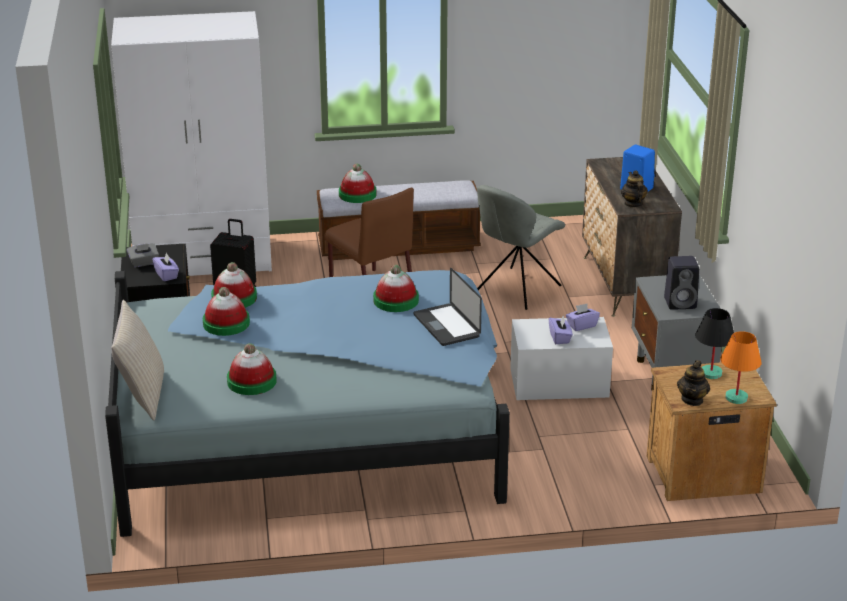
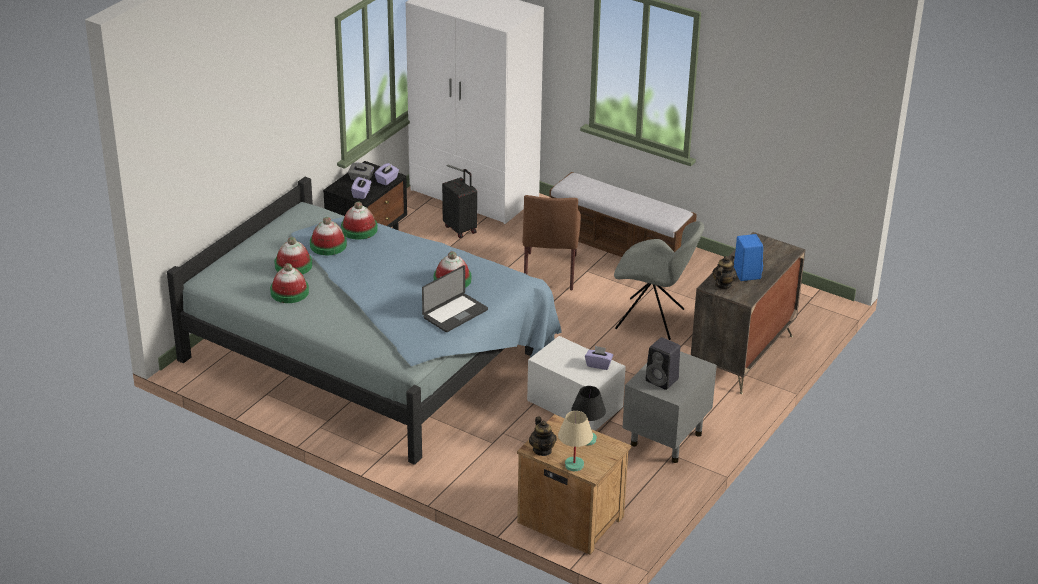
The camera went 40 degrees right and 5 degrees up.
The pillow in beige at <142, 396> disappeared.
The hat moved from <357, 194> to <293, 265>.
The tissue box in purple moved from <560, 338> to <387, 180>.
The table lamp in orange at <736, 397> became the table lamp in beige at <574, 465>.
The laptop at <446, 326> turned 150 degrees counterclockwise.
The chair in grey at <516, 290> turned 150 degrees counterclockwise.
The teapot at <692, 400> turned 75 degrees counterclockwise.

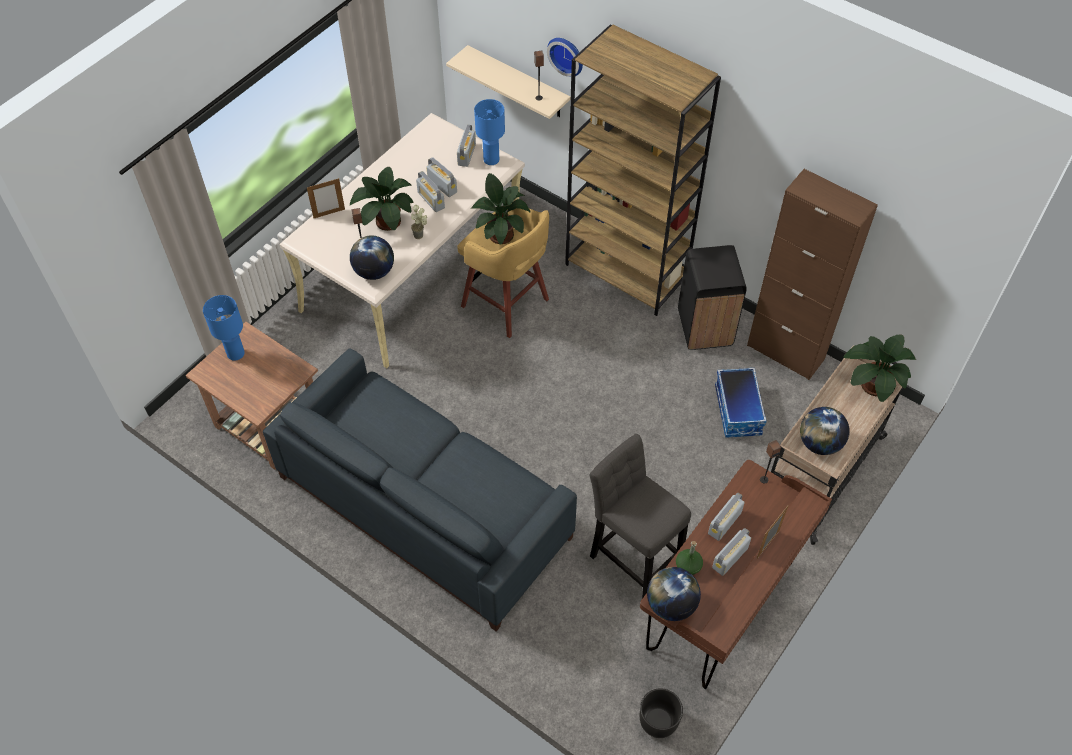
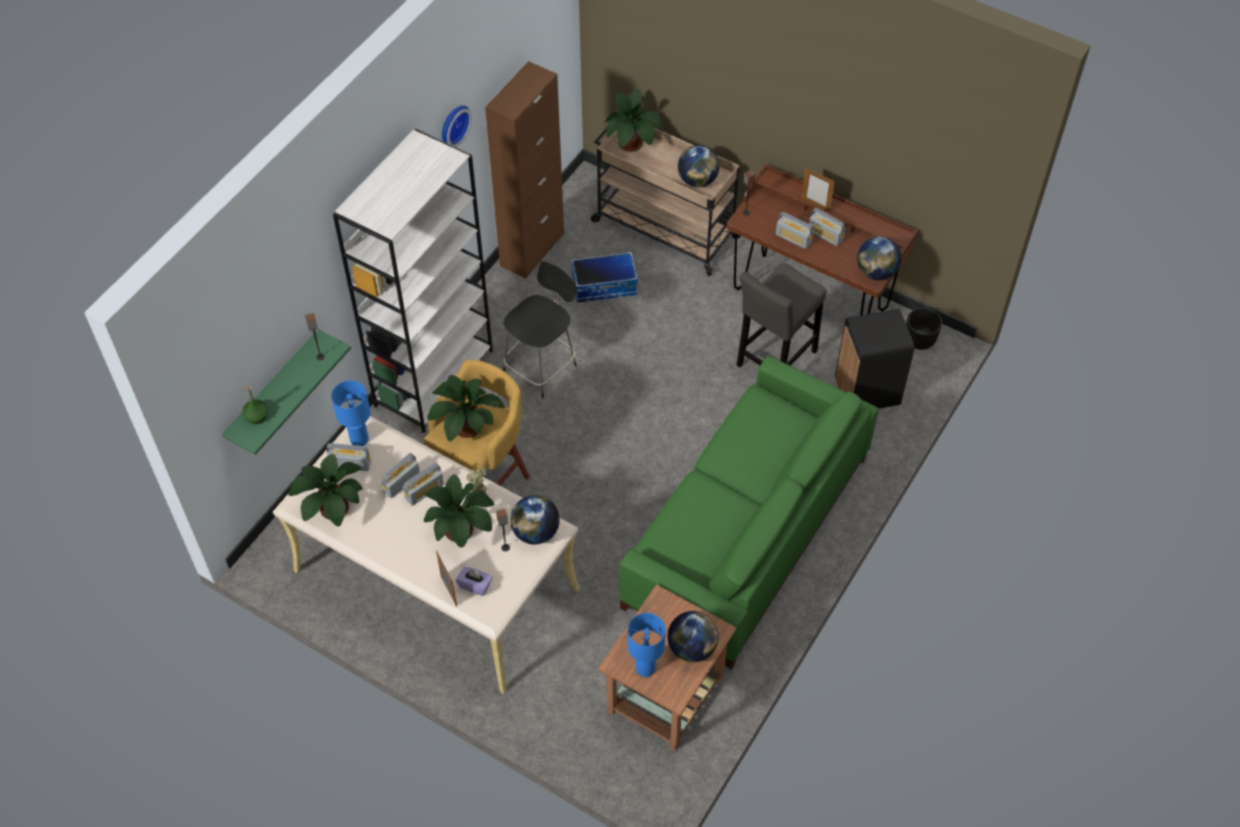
The camera went 95 degrees left and 0 degrees up.
The potted plant at <332, 509> appeared.
The tissue box in purple at <475, 585> appeared.
The chair in black at <541, 366> appeared.
The globe at <692, 648> appeared.
The wall clock moved from <567, 55> to <452, 125>.
The bottle in green moved from <688, 566> to <257, 416>.
The trash can in black moved from <704, 328> to <867, 392>.
The sofa in blue at <424, 505> became the sofa in green at <745, 531>.
The shelf in beige at <518, 82> became the shelf in green at <274, 391>.
The bookcase in brown at <627, 272> became the bookcase in white at <434, 377>.

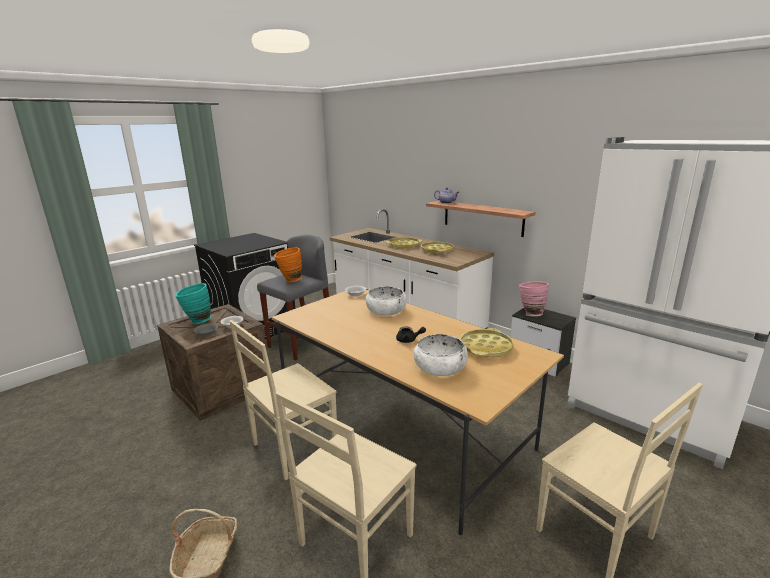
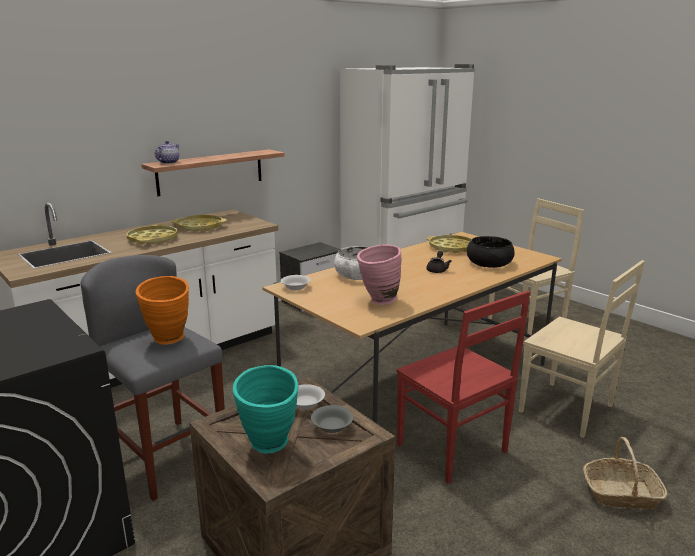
The camera went 85 degrees left and 0 degrees up.
The vase in pink moved from <530, 313> to <378, 301>.
The chair in beige at <292, 448> became the chair in red at <453, 450>.
The bowl in white at <440, 367> became the bowl in black at <489, 263>.

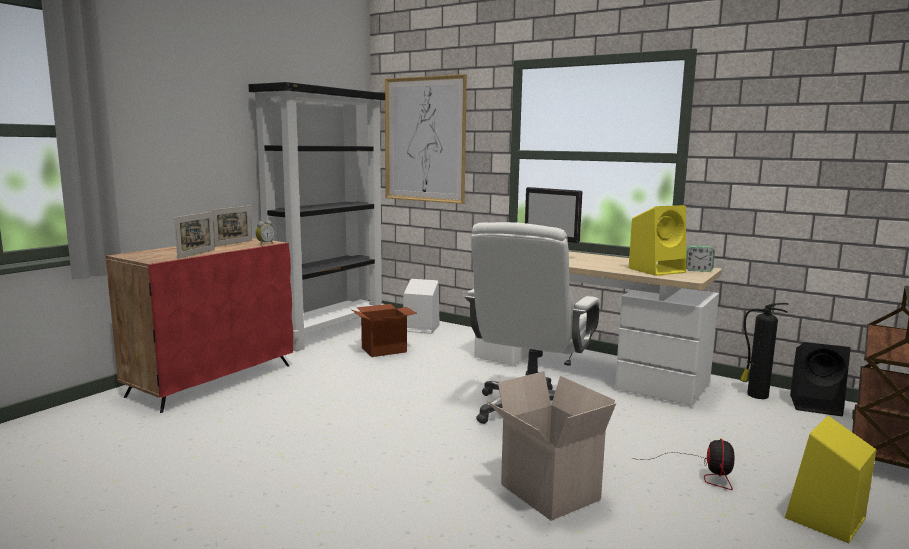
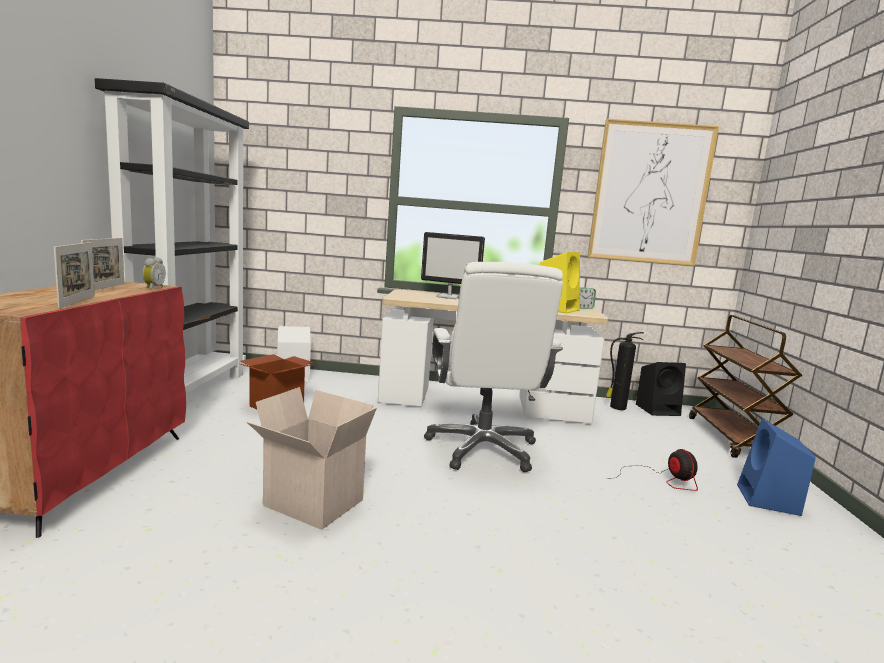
The camera went 30 degrees left and 0 degrees up.
The picture moved from <424, 139> to <650, 194>.
The cardboard box moved from <546, 492> to <310, 503>.
The speaker in yellow at <825, 520> became the speaker in blue at <768, 500>.

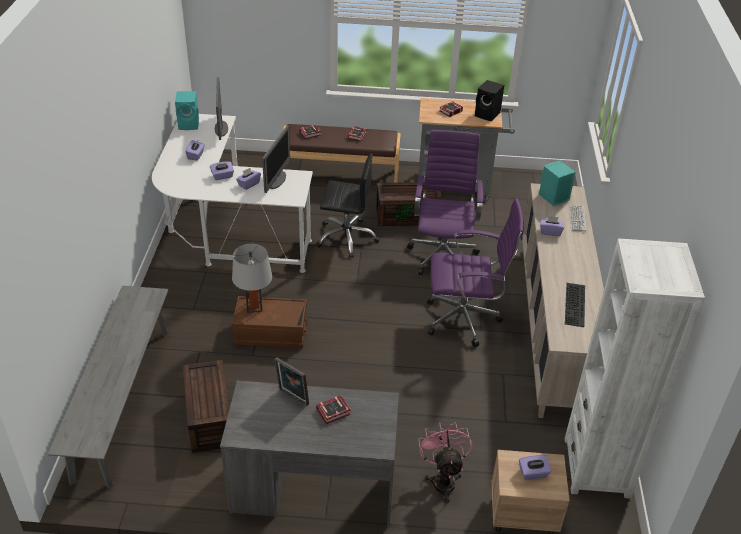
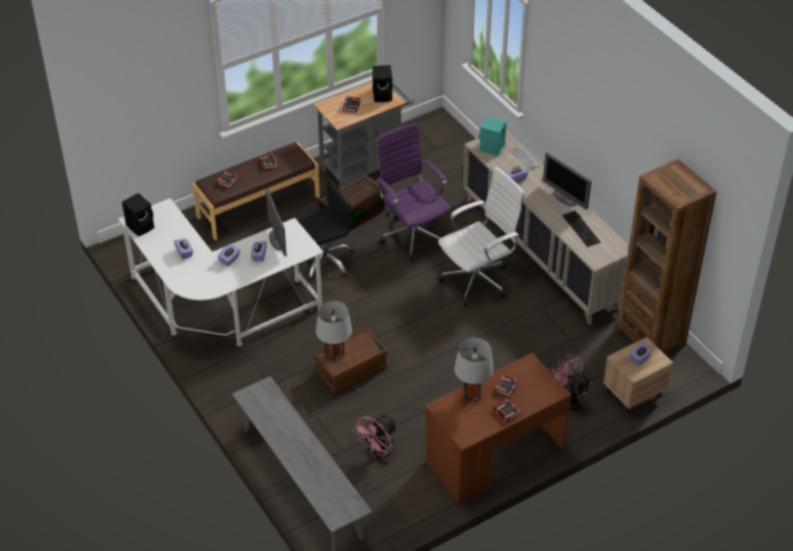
The camera went 35 degrees left and 5 degrees up.
The book at <507, 411> appeared.
The monitor moved from <221, 129> to <565, 198>.
The storage box in brown at <210, 419> was replaced by the fan in pink at <378, 455>.
The picture frame at <292, 398> was replaced by the table lamp in grey at <472, 394>.
The speaker in turquoise at <189, 124> became the speaker in black at <141, 226>.
The desk in grey at <313, 488> became the desk in brown at <494, 456>.
The office chair in purple at <465, 320> became the office chair in white at <478, 280>.
The bookcase in white at <597, 467> became the bookcase in brown at <651, 337>.

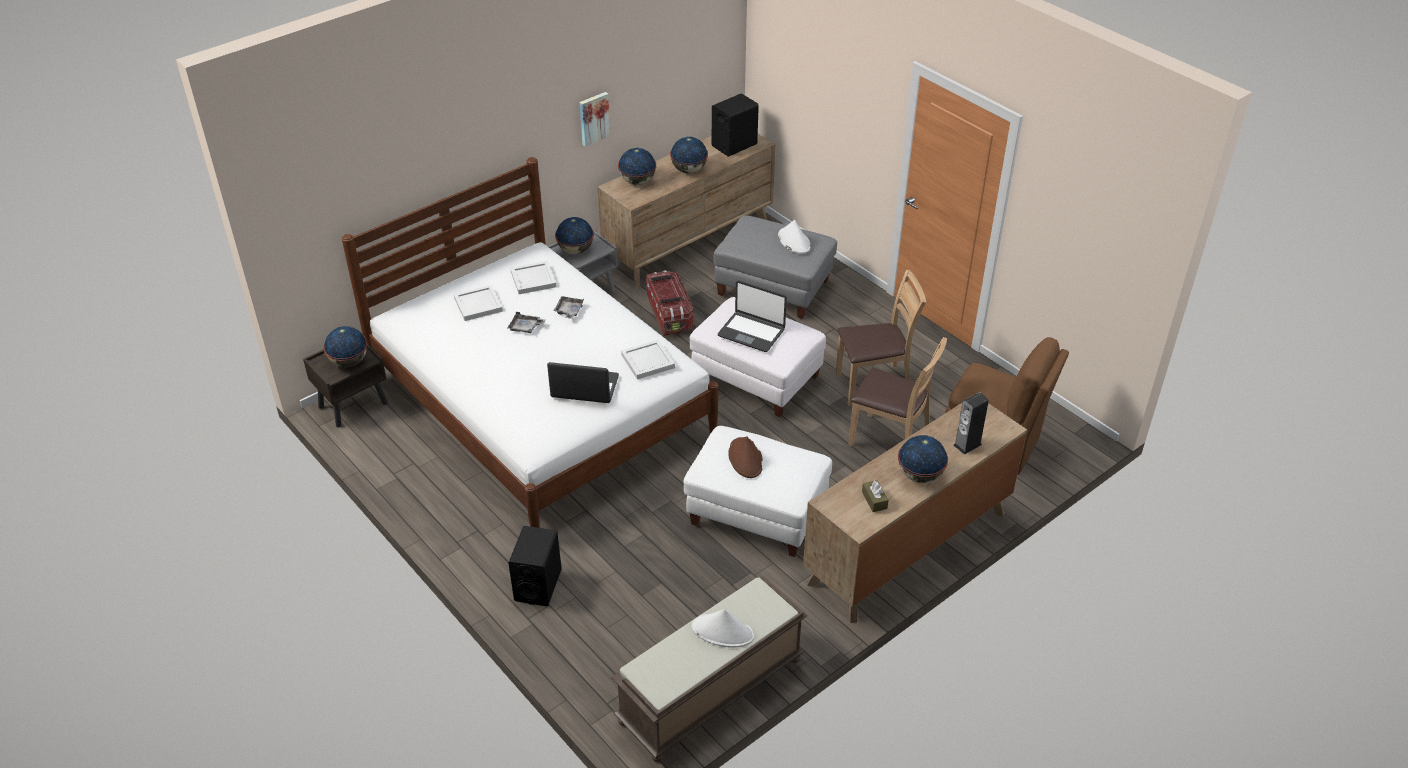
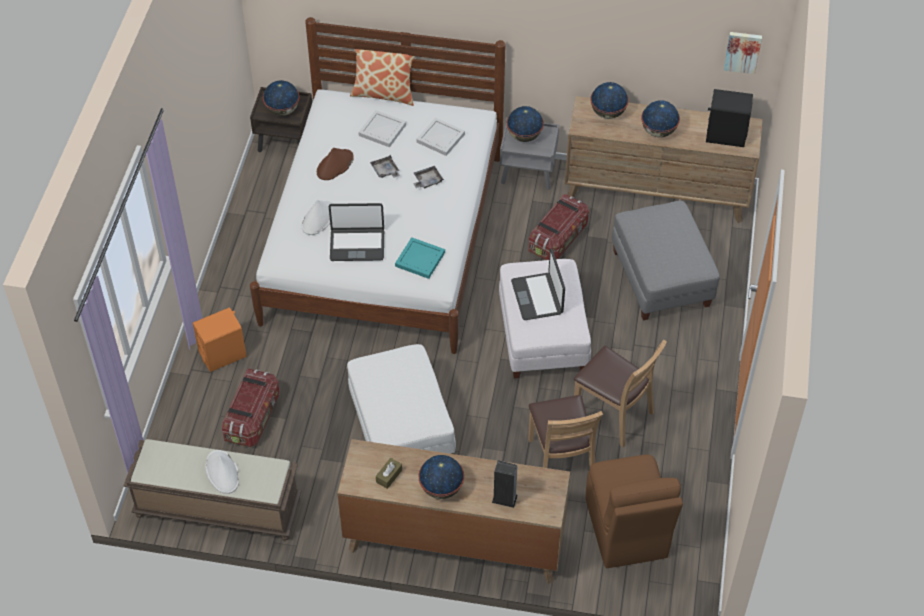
The camera went 50 degrees right and 10 degrees up.
The storage box at <253, 417> appeared.
The pillow at <384, 93> appeared.
The picture moved from <593, 118> to <742, 51>.
The hat in brown moved from <745, 458> to <335, 165>.
The hat in white moved from <793, 241> to <318, 218>.
The speaker in black at <538, 585> became the speaker in orange at <223, 354>.
The tray in white at <648, 360> became the tray in turquoise at <421, 259>.
The laptop at <584, 388> turned 120 degrees clockwise.

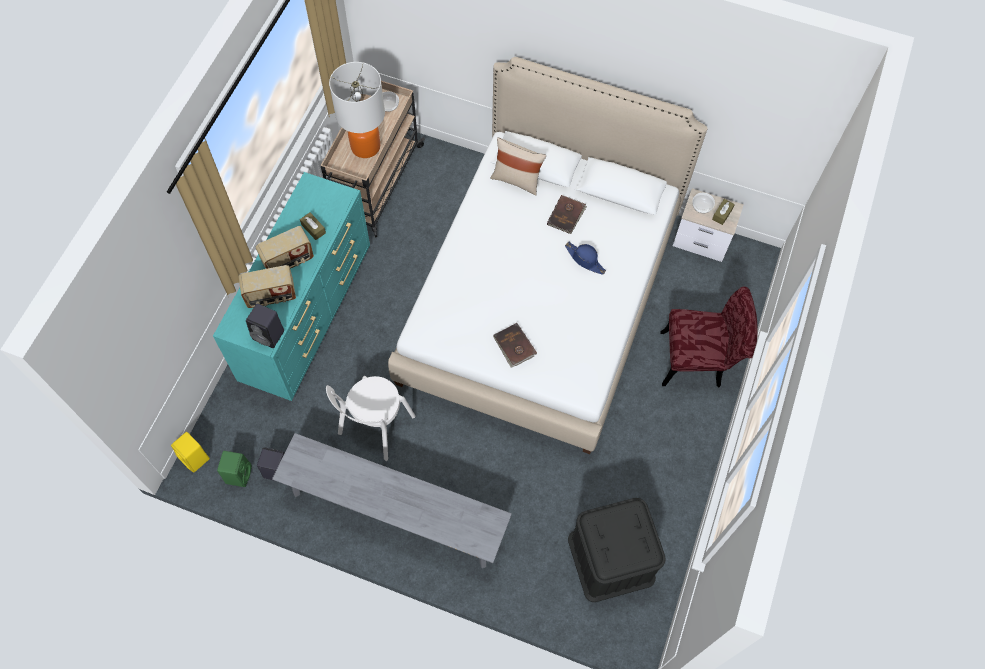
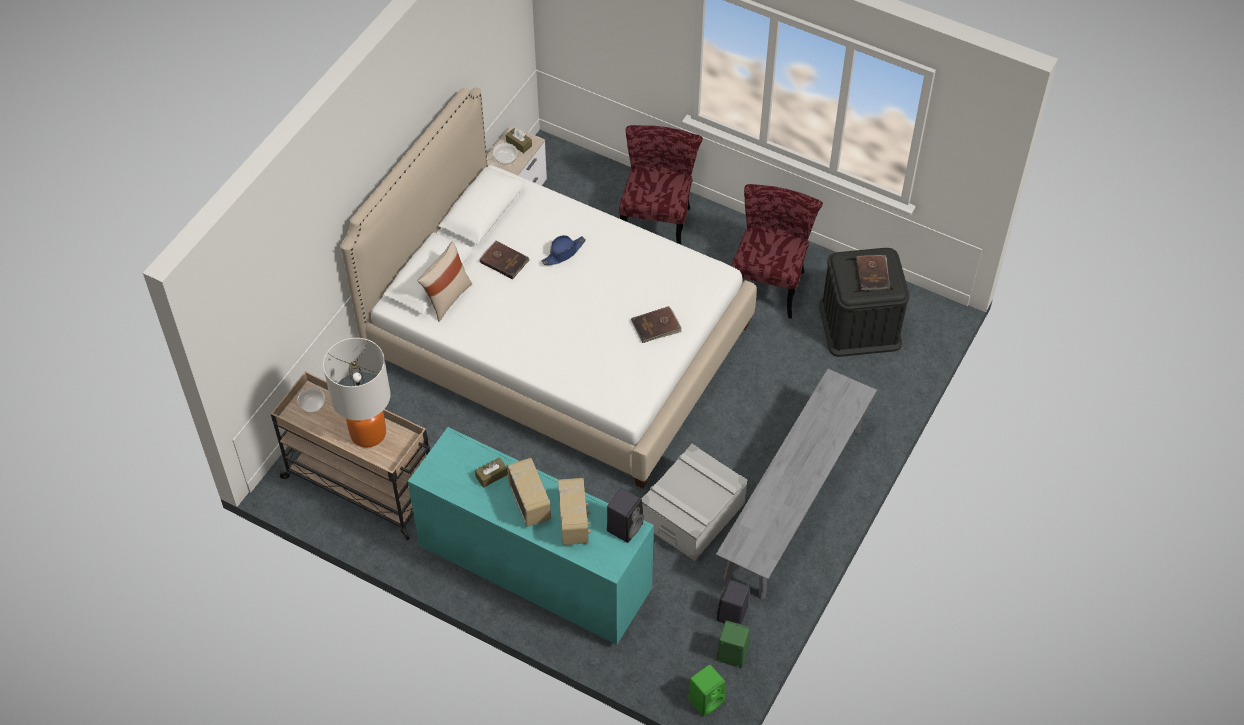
The camera went 80 degrees left and 10 degrees down.
The chair in red at <769, 280> appeared.
The book in brown at <873, 274> appeared.
The chair in white at <374, 427> was replaced by the storage box in grey at <692, 514>.
The speaker in yellow at <195, 459> became the speaker in green at <707, 699>.

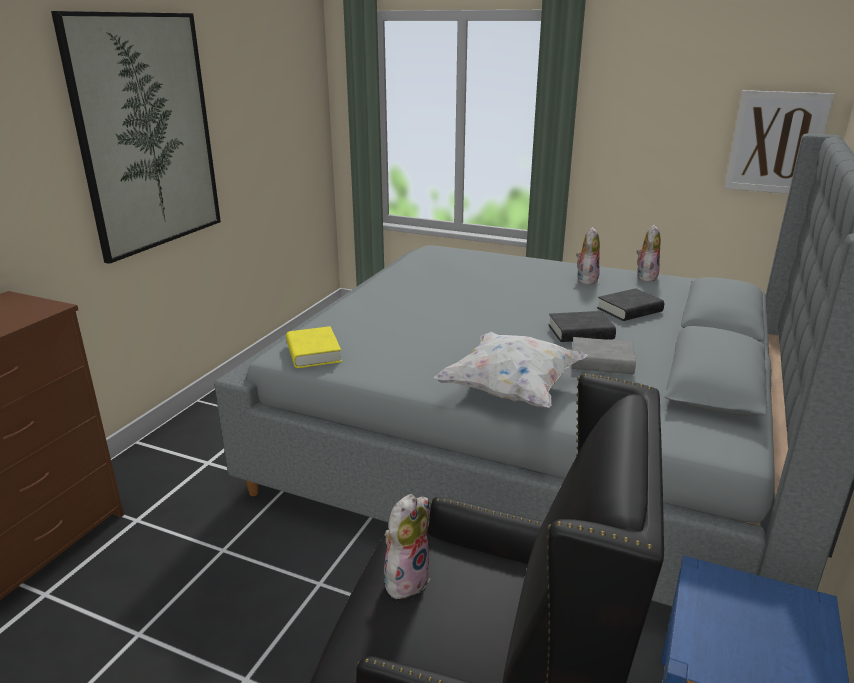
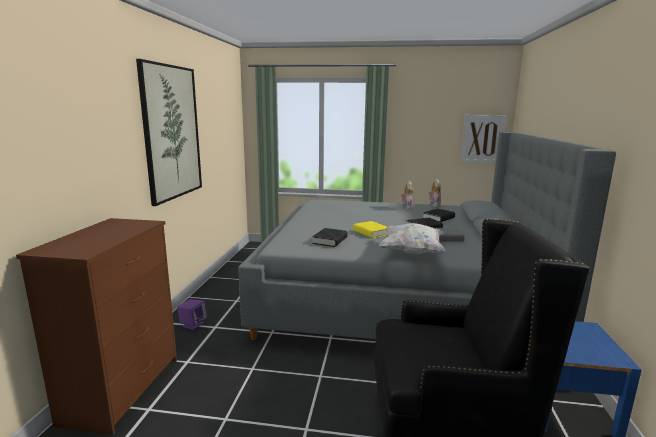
The camera went 15 degrees left and 10 degrees down.
The plush toy at <406, 578> disappeared.
The speaker in purple at <193, 324> appeared.
The book in black at <330, 240> appeared.
The book in yellow moved from <313, 353> to <371, 232>.

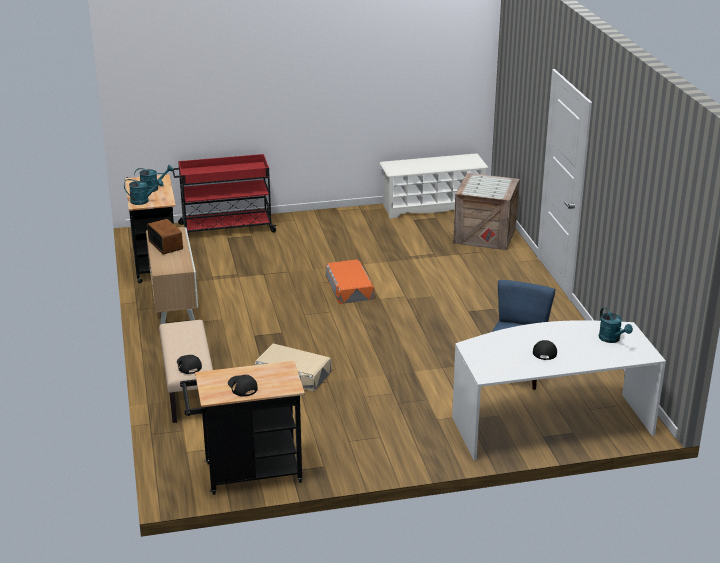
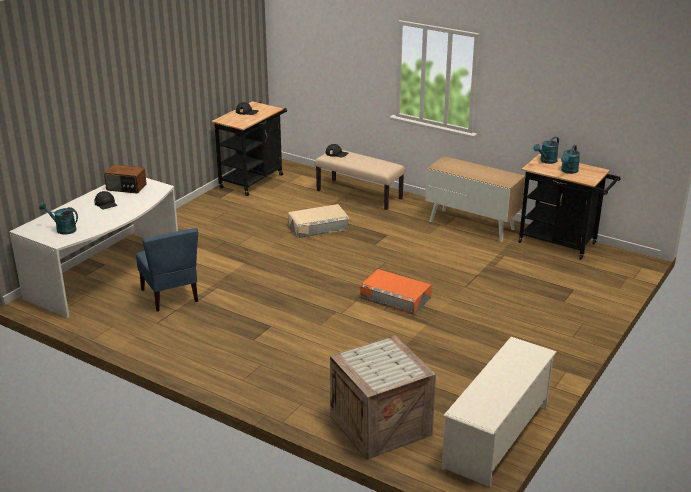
The camera went 135 degrees right and 0 degrees up.
The cart in red at <225, 228> disappeared.
The radio moved from <166, 245> to <126, 188>.

